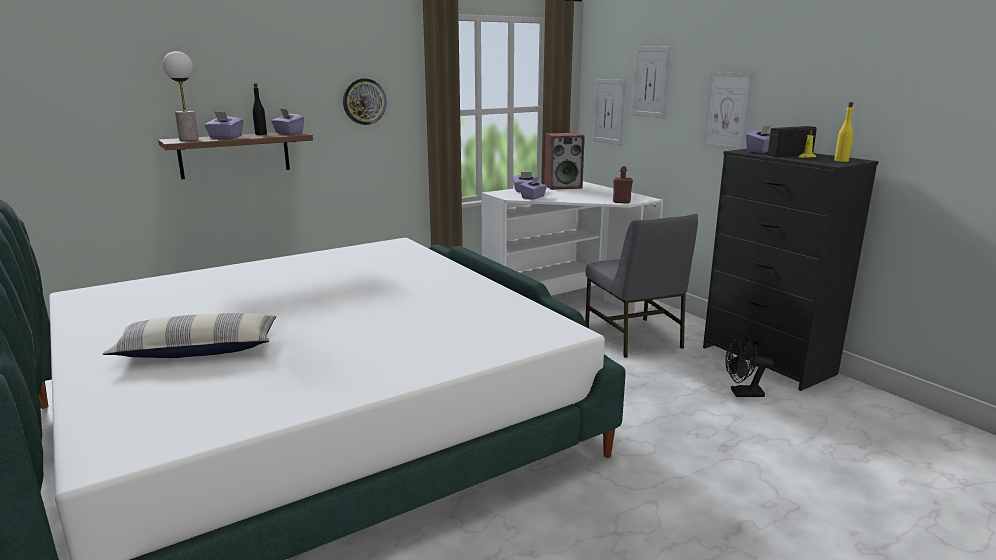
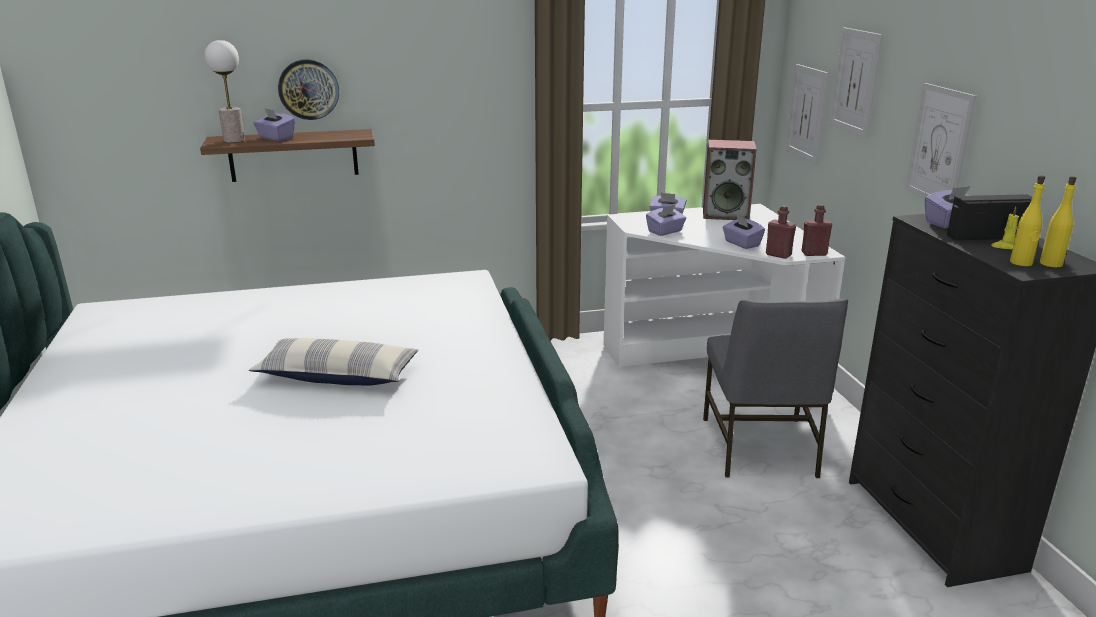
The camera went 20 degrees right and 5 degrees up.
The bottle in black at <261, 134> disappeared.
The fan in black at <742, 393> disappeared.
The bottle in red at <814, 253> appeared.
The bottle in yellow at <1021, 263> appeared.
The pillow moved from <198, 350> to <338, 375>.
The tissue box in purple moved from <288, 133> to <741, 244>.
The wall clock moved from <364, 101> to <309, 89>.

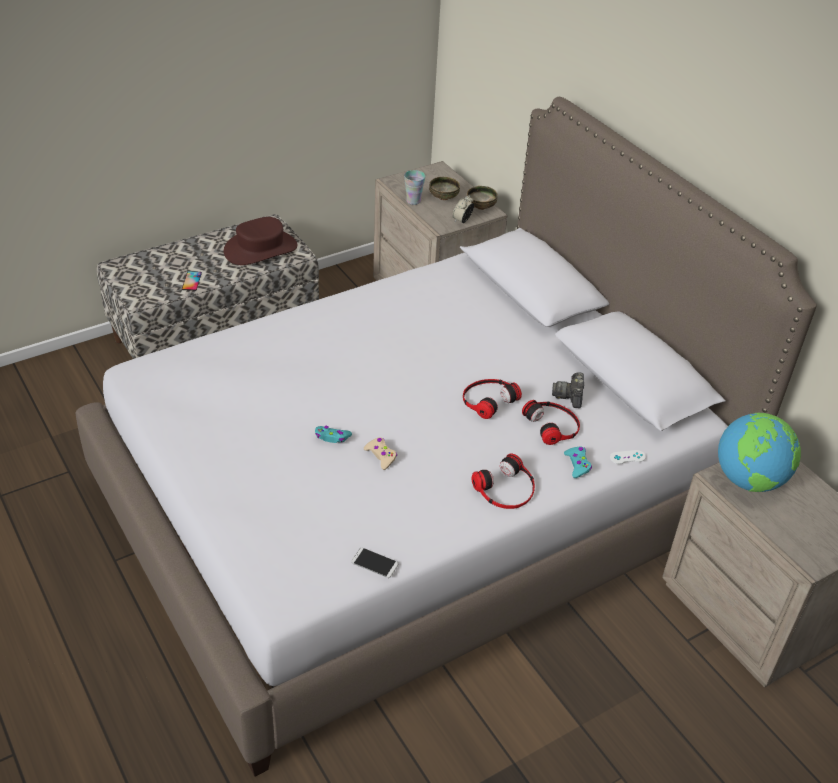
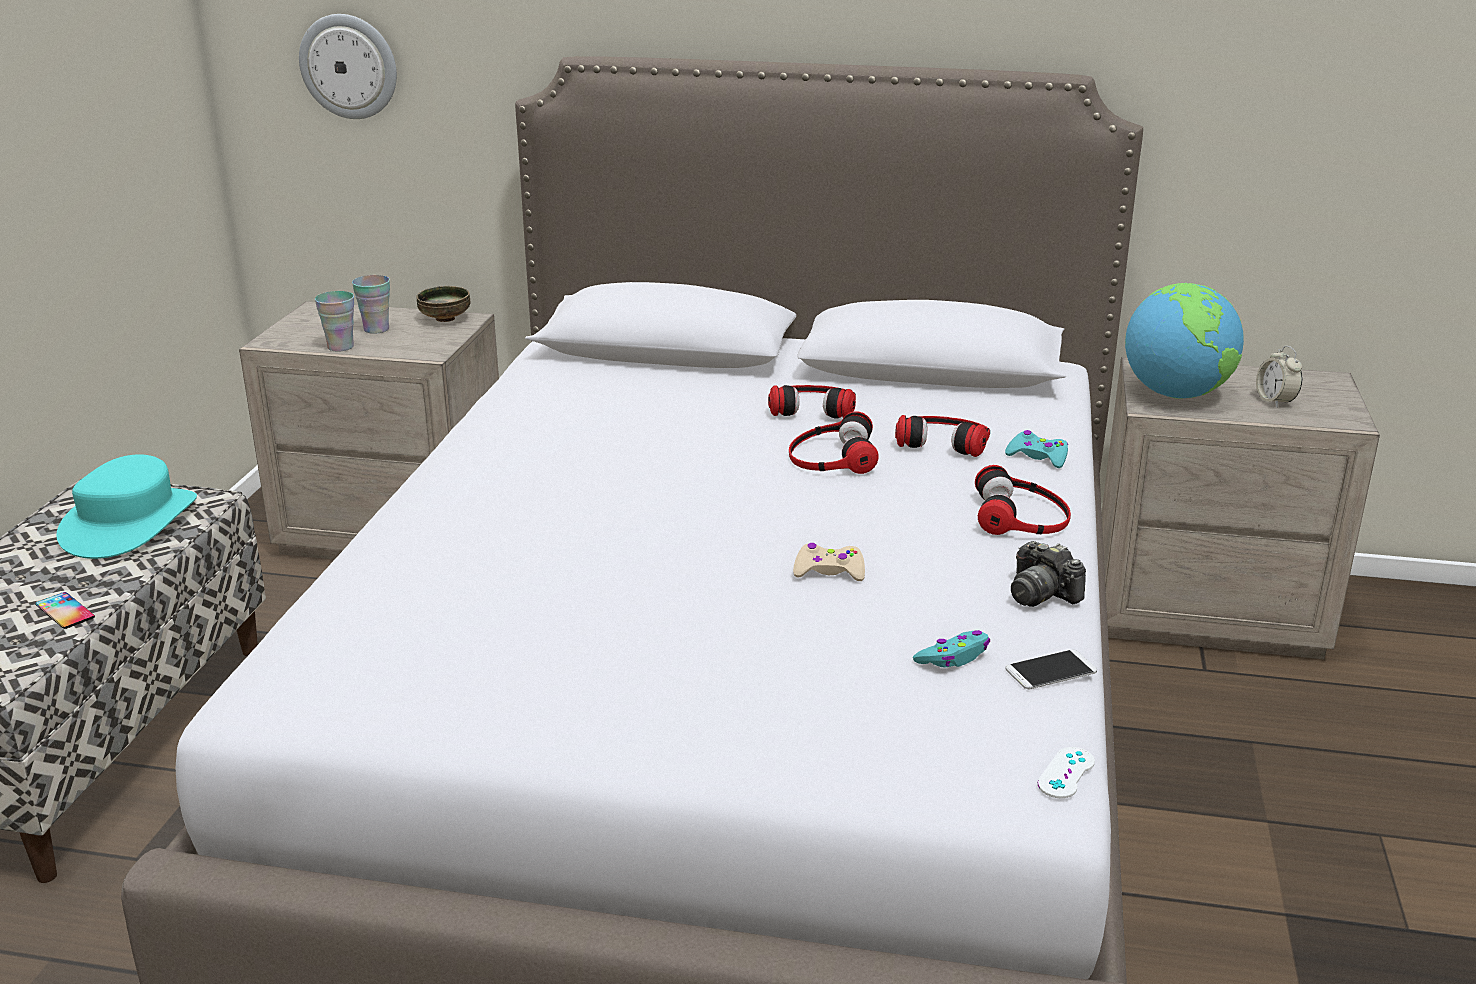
The camera went 45 degrees left and 15 degrees down.
The wall clock at <349, 66> appeared.
The headphones at <813, 407> appeared.
The game controller in turquoise moved from <332, 437> to <954, 657>.
The alarm clock moved from <462, 220> to <1275, 401>.
The photo camera moved from <569, 396> to <1041, 594>.
The game controller in white moved from <627, 457> to <1066, 773>.
The bowl at <443, 197> was replaced by the cup at <376, 329>.
The hat in brown at <260, 249> became the hat in turquoise at <129, 522>.

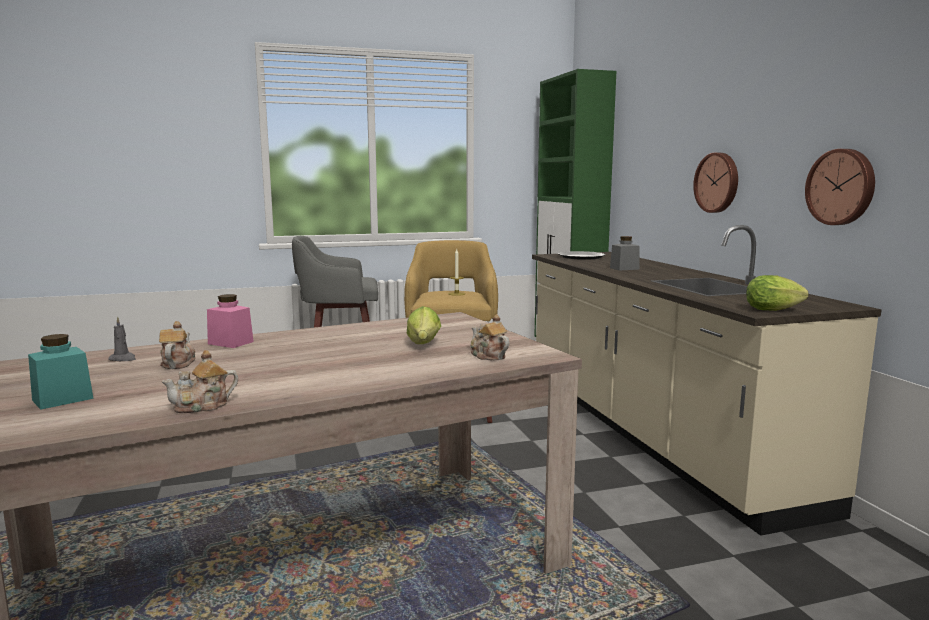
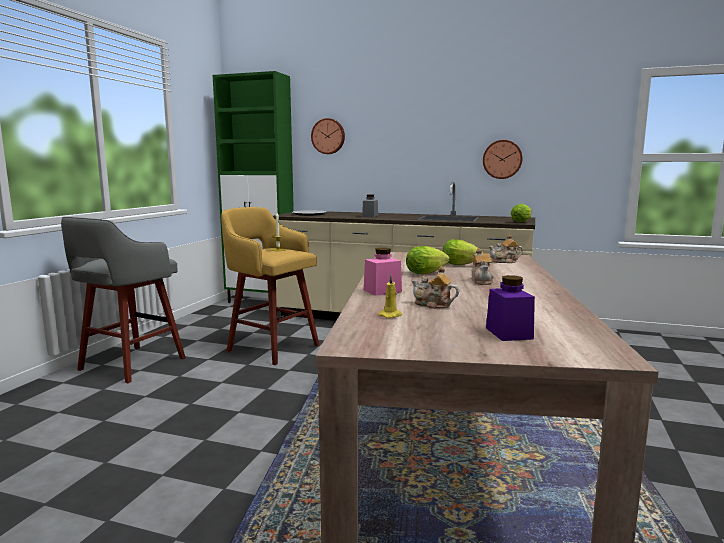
The camera went 55 degrees left and 0 degrees up.
The lettuce at <427, 273> appeared.
The teapot moved from <203, 406> to <482, 281>.
The wall clock moved from <718, 182> to <328, 136>.
The jar in turquoise at <62, 399> became the jar in purple at <509, 333>.
The candle in grey at <123, 359> became the candle in yellow at <391, 315>.

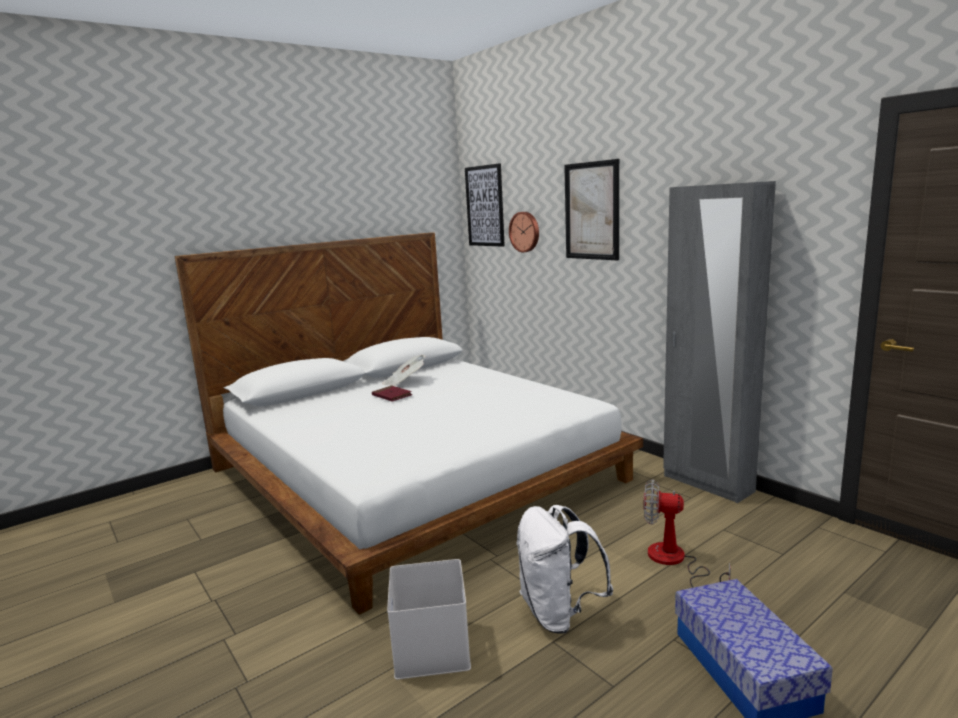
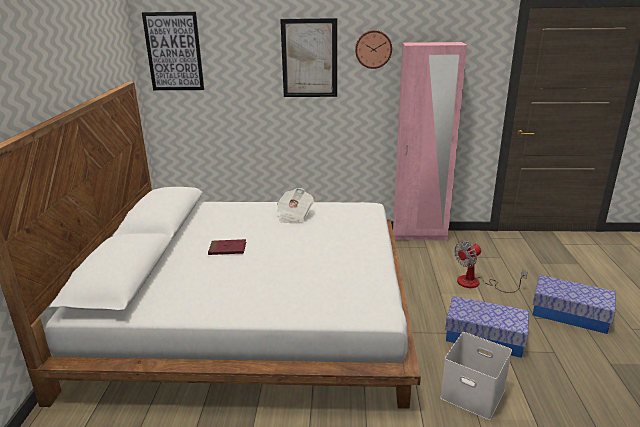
The camera went 50 degrees left and 10 degrees up.
The newspaper moved from <404, 382> to <294, 215>.
The wall clock moved from <525, 232> to <373, 49>.
The backpack in white at <559, 614> was replaced by the storage box at <484, 337>.
The wardrobe in grey at <707, 484> became the wardrobe in pink at <419, 236>.

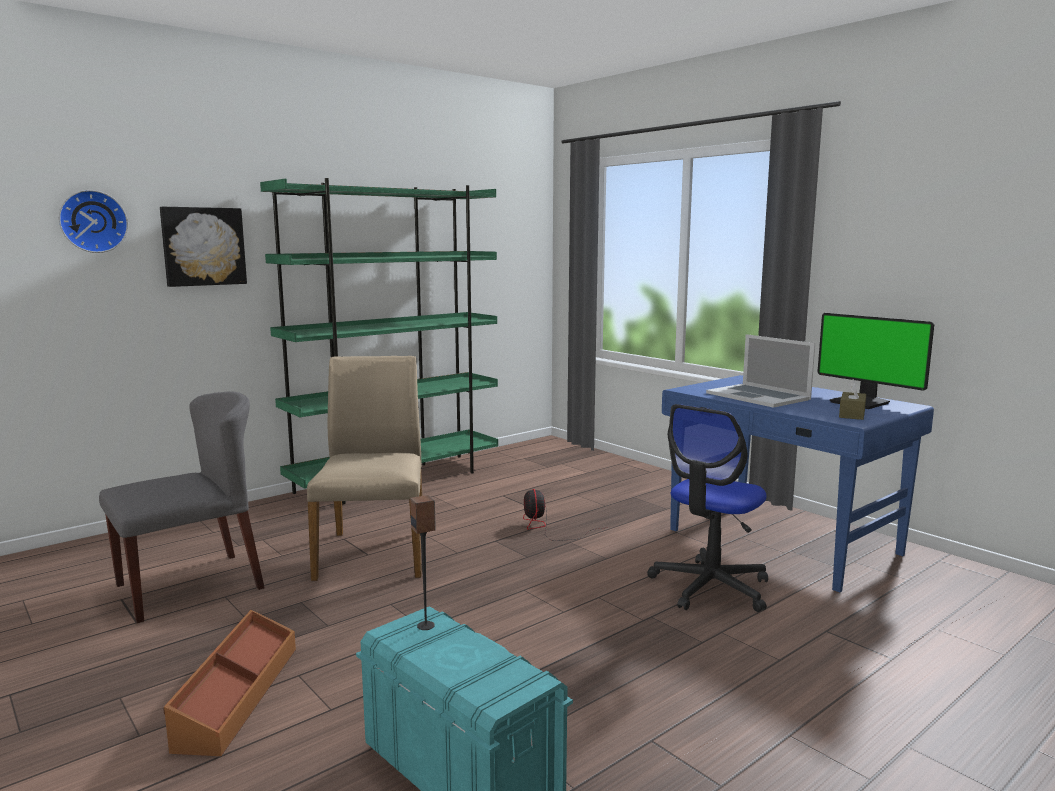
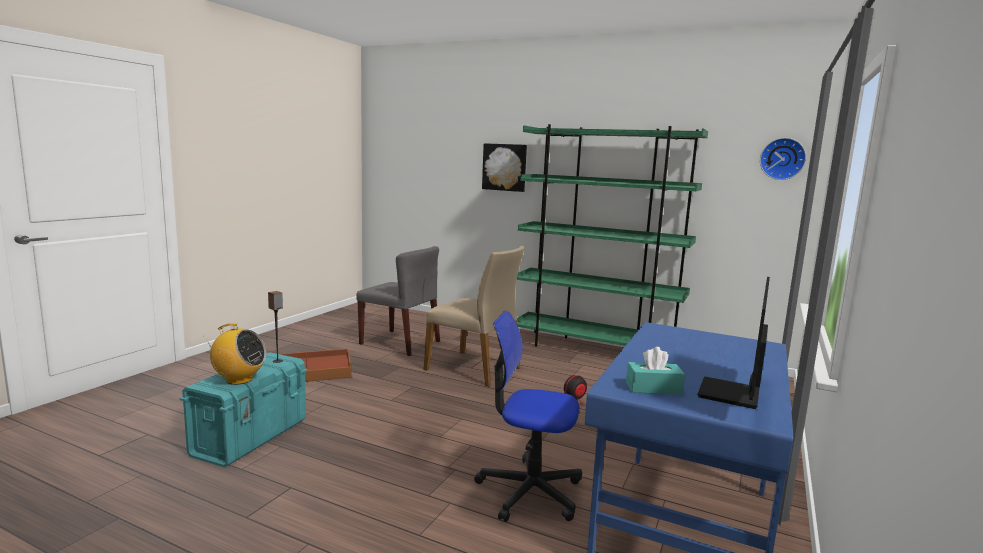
The camera went 65 degrees right and 0 degrees up.
The laptop at <758, 396> disappeared.
The radio at <239, 380> appeared.
The wall clock moved from <93, 221> to <782, 159>.
The tissue box in brown at <852, 414> became the tissue box in turquoise at <653, 388>.
The chair in beige at <374, 553> turned 60 degrees clockwise.

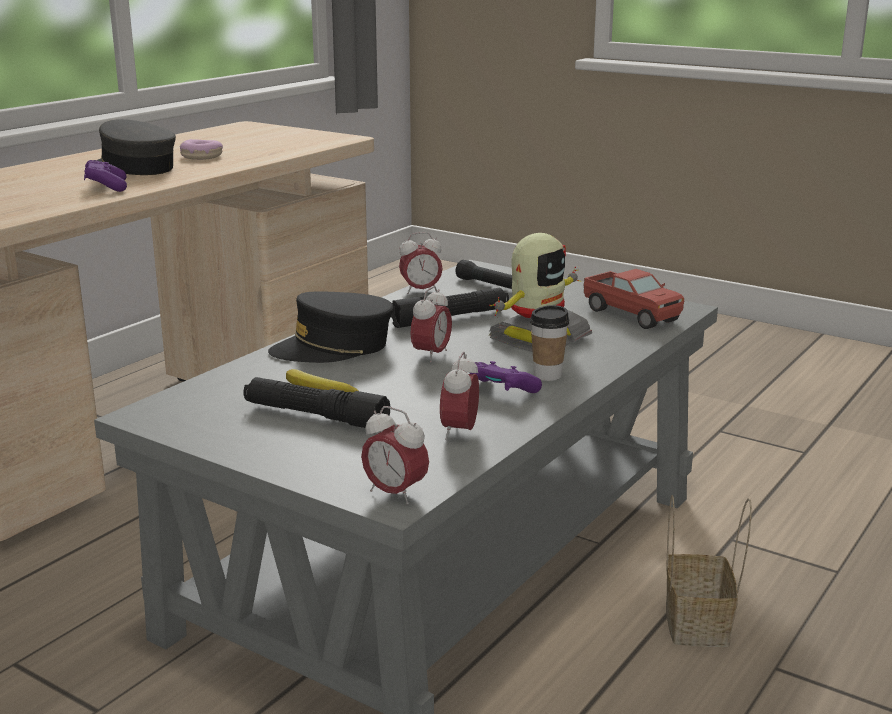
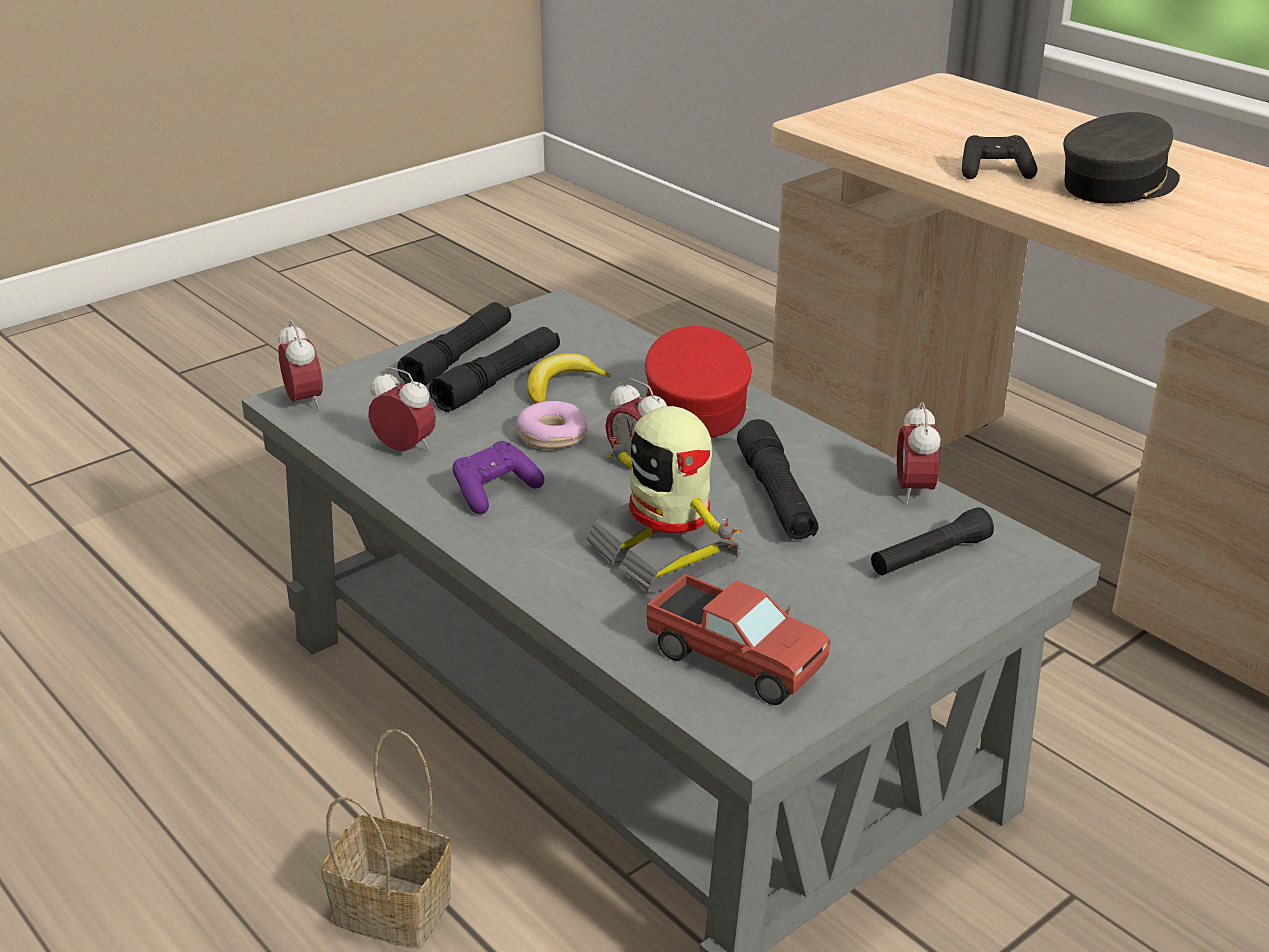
The camera went 105 degrees right and 10 degrees up.
The cup at <547, 375> disappeared.
The flashlight in black at <458, 357> appeared.
The donut moved from <202, 156> to <552, 436>.
The game controller in purple at <106, 187> became the game controller in black at <995, 172>.
The cap in black at <334, 348> became the cap in red at <694, 406>.
The alarm clock at <395, 493> turned 105 degrees clockwise.
The toy truck at <631, 315> turned 120 degrees counterclockwise.

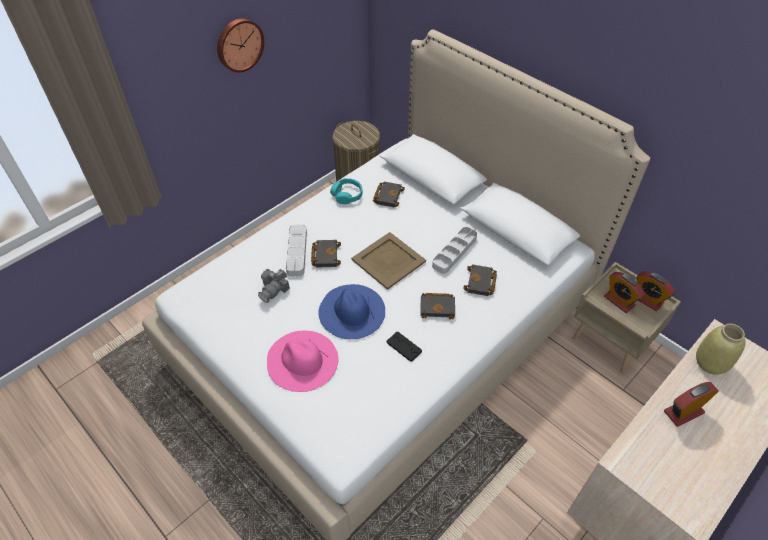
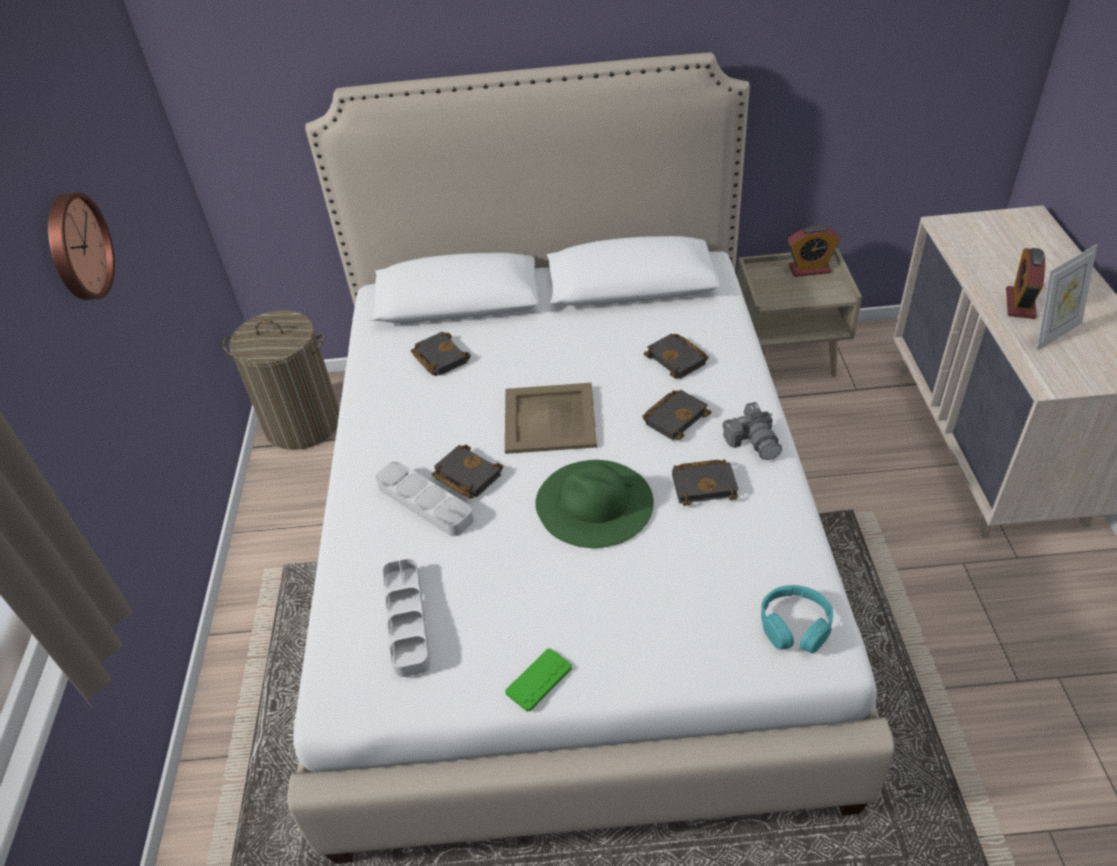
The camera went 45 degrees left and 5 degrees down.
The hat in pink at <302, 360> disappeared.
The alarm clock at <619, 301> disappeared.
The vase in beige at <710, 363> disappeared.
The game controller in green at <539, 680> appeared.
The picture frame at <1053, 333> appeared.
The photo camera moved from <274, 290> to <754, 441>.
The headphones in turquoise moved from <347, 195> to <795, 626>.
The tray in grey moved from <454, 252> to <407, 620>.
The game controller in black at <404, 347> was replaced by the book in black at <705, 484>.
The hat in blue at <351, 311> became the hat in green at <594, 502>.

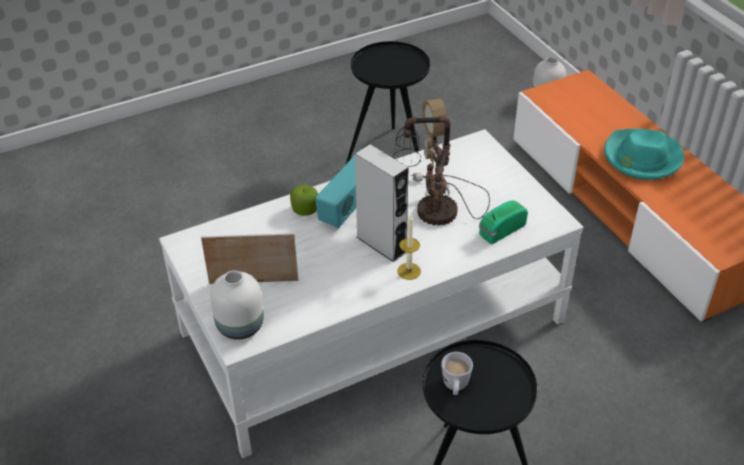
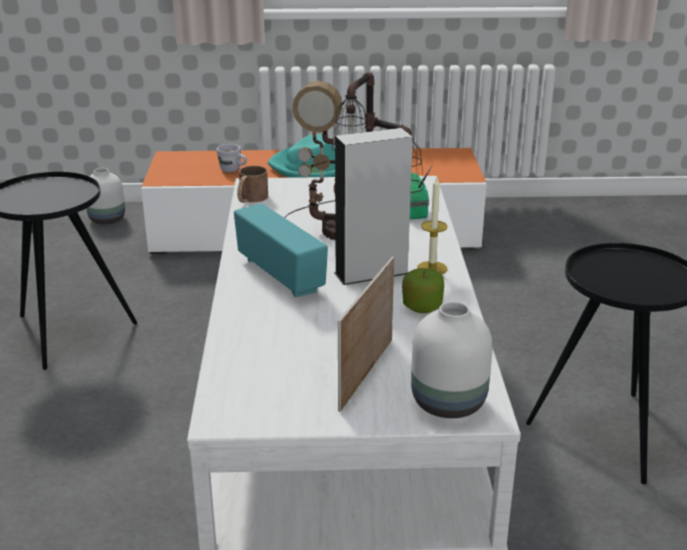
The camera went 65 degrees left and 15 degrees down.
The mug in brown at <250, 199> appeared.
The apple moved from <305, 209> to <422, 307>.
The mug in white moved from <455, 387> to <233, 170>.

